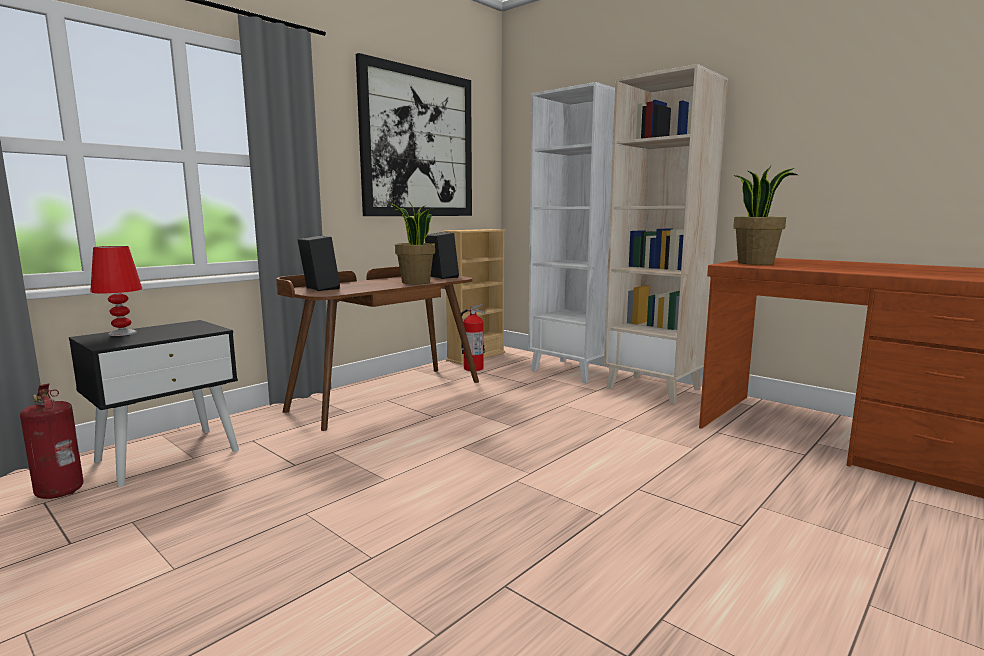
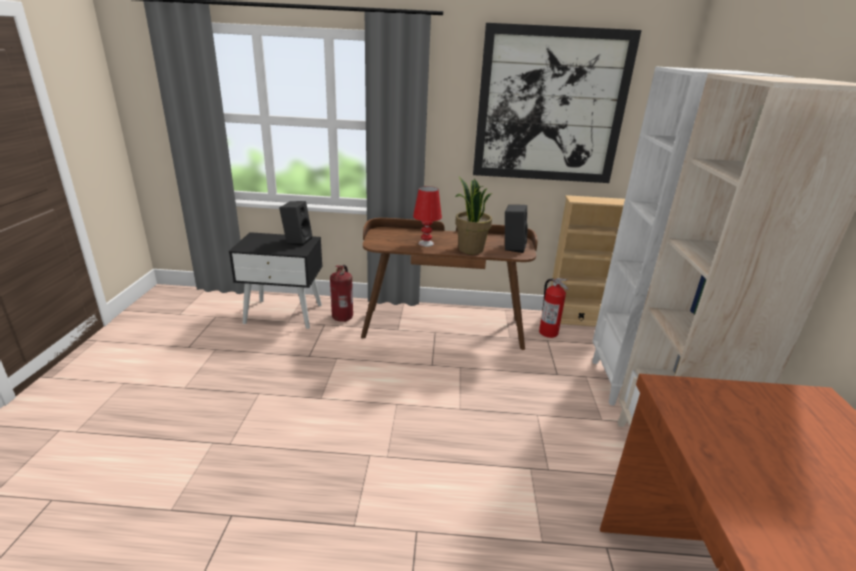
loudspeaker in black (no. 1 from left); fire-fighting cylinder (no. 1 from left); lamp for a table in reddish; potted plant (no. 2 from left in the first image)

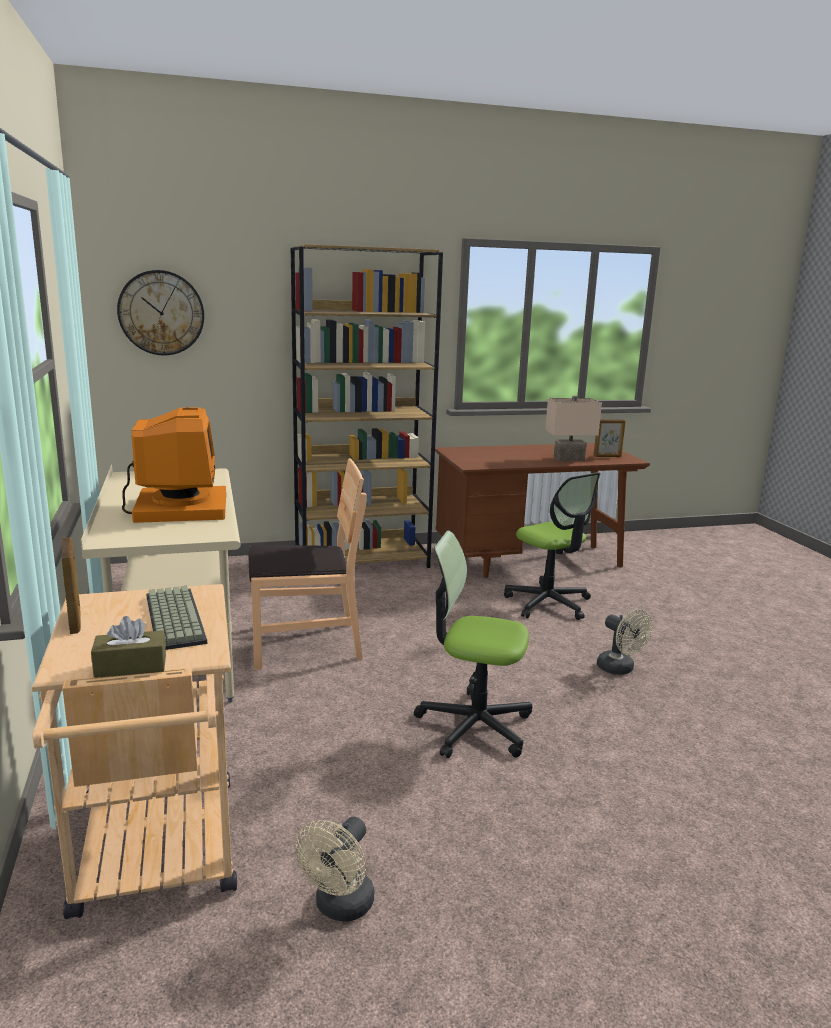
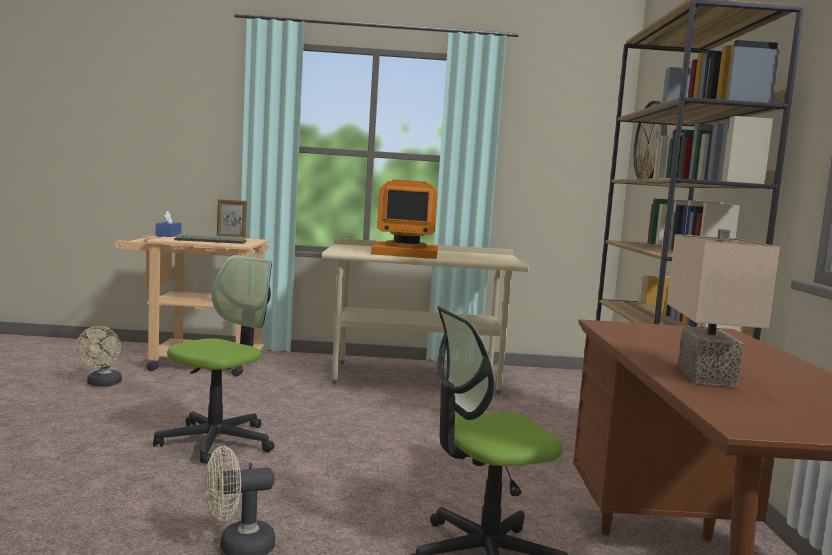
cooling fan in beige (no. 1 from left); tissue holder in bluish; plain chair in brownish; picture frame (no. 2 from left in the first image)

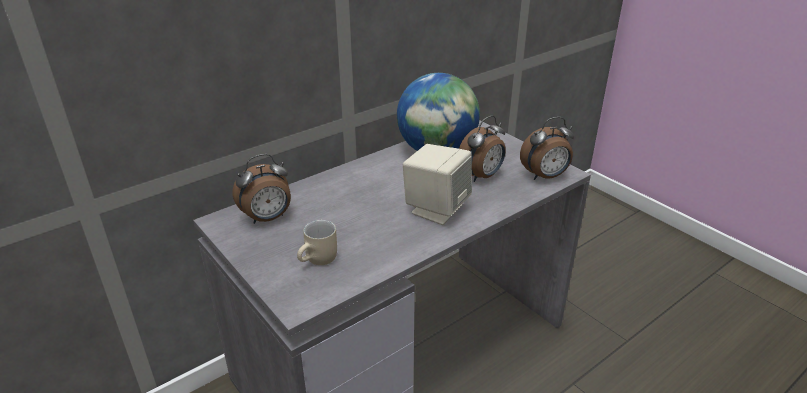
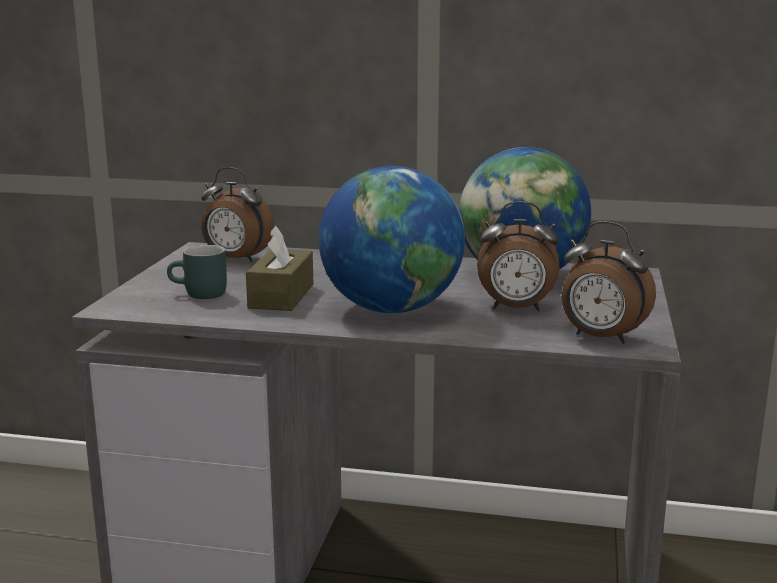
tea mug in turquoise-coloured; tissue holder in brownish; desk globe (no. 1 from left)

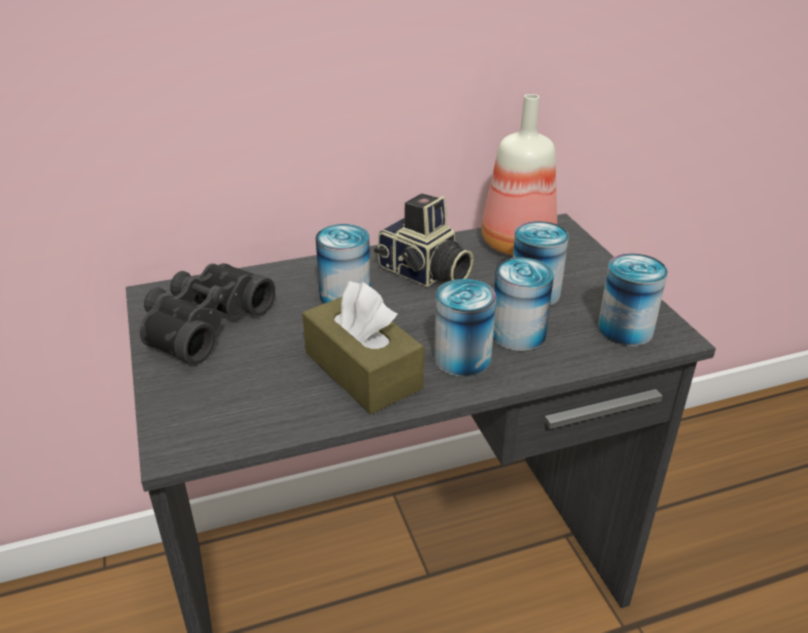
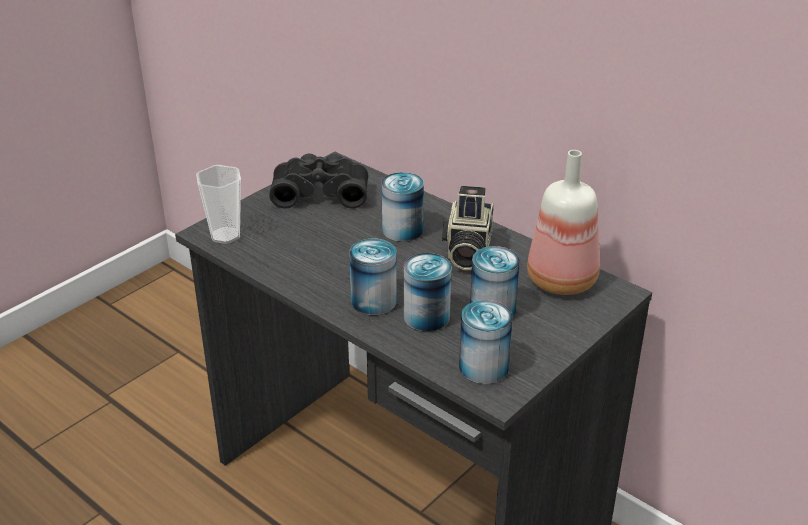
drinking cup; tissue holder in brownish

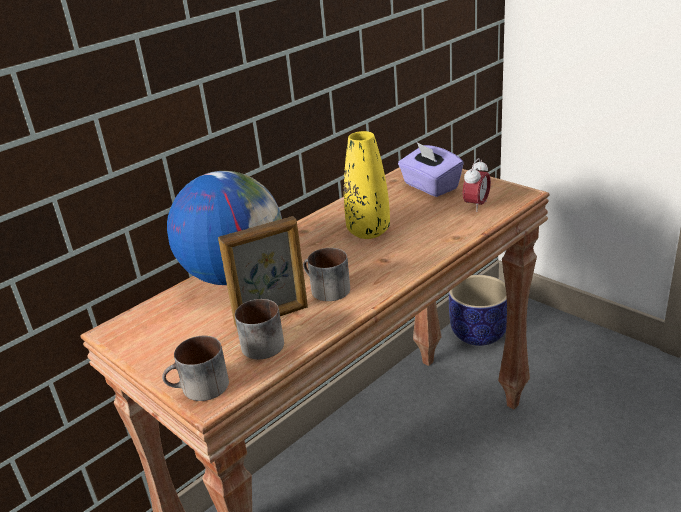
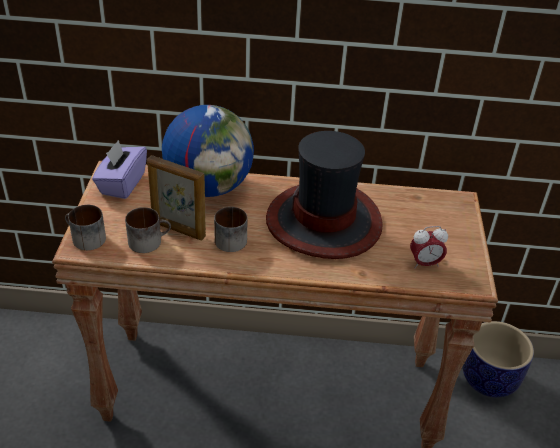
tissue holder in purple; hat

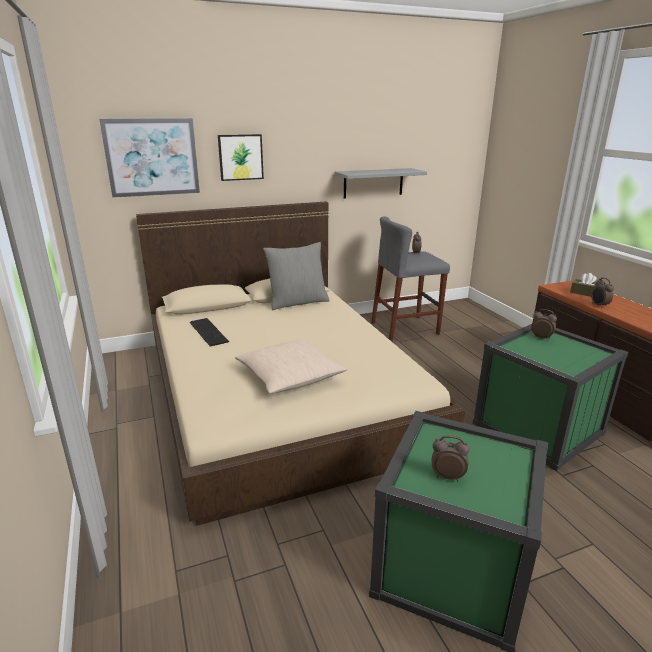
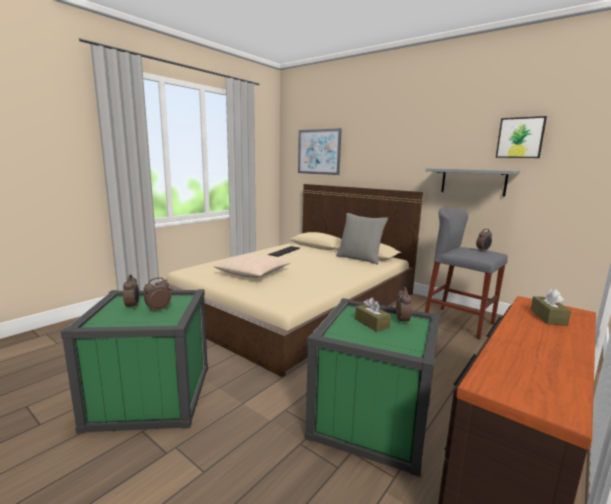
bedside clock (no. 2 from left); tissue holder in brownish (no. 1 from left); picture (no. 2 from left)

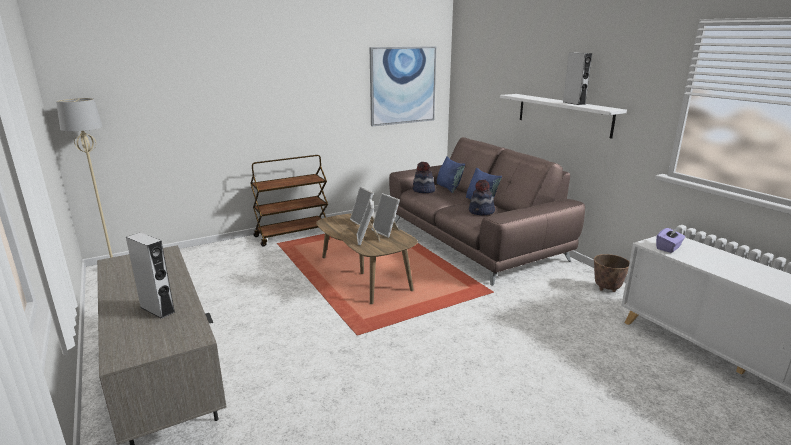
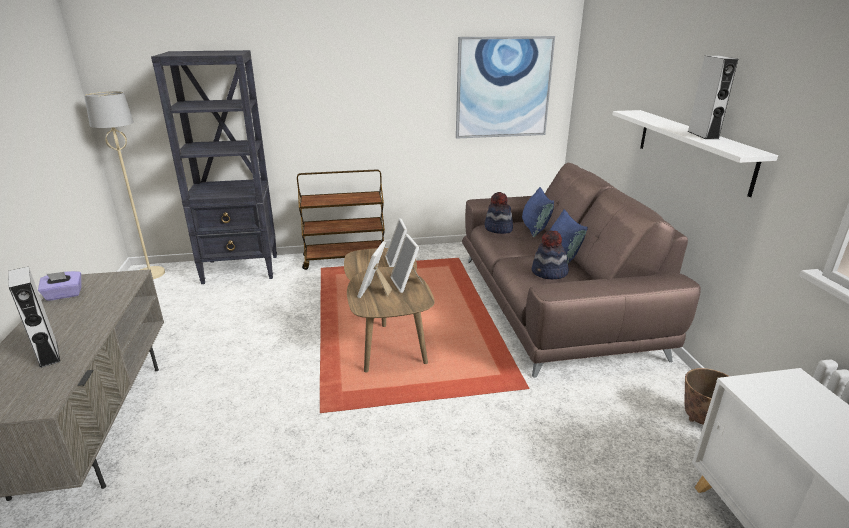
tissue holder in purple; shelving unit in black

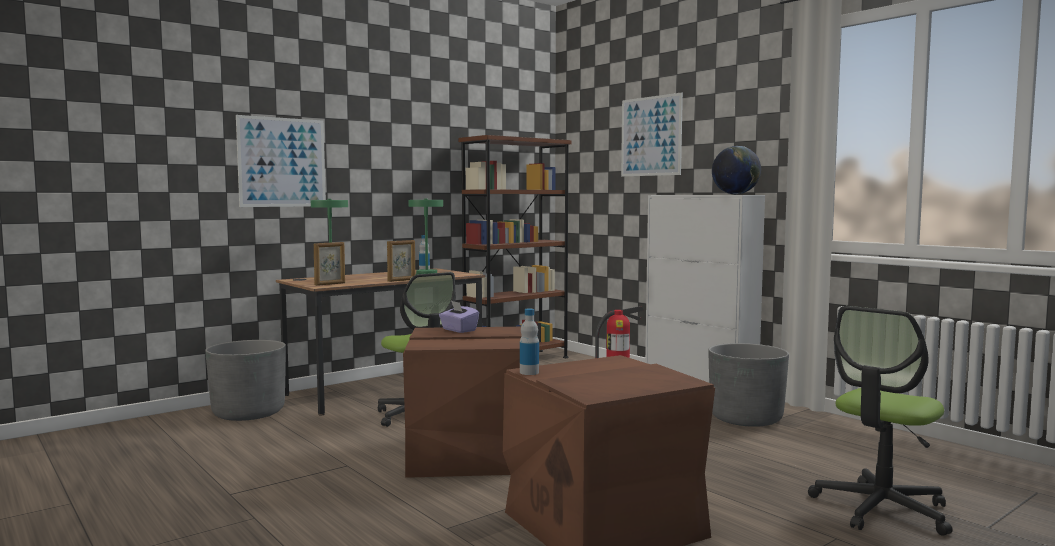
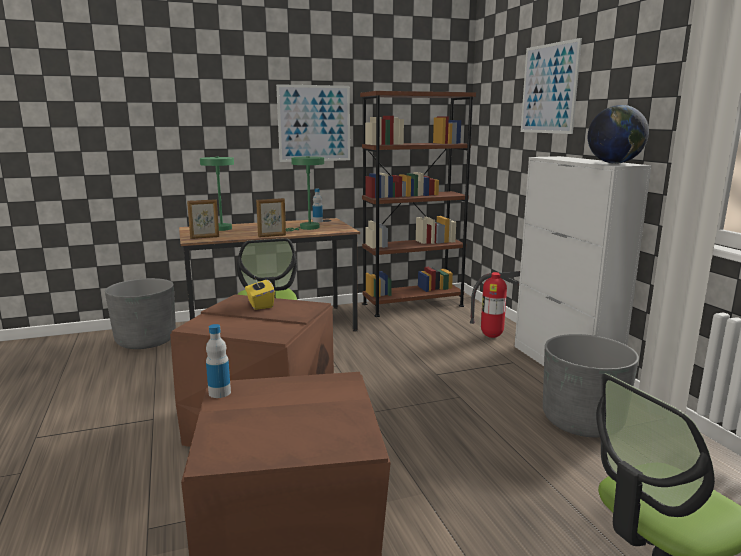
tissue holder in yellowish; picture (no. 1 from left)

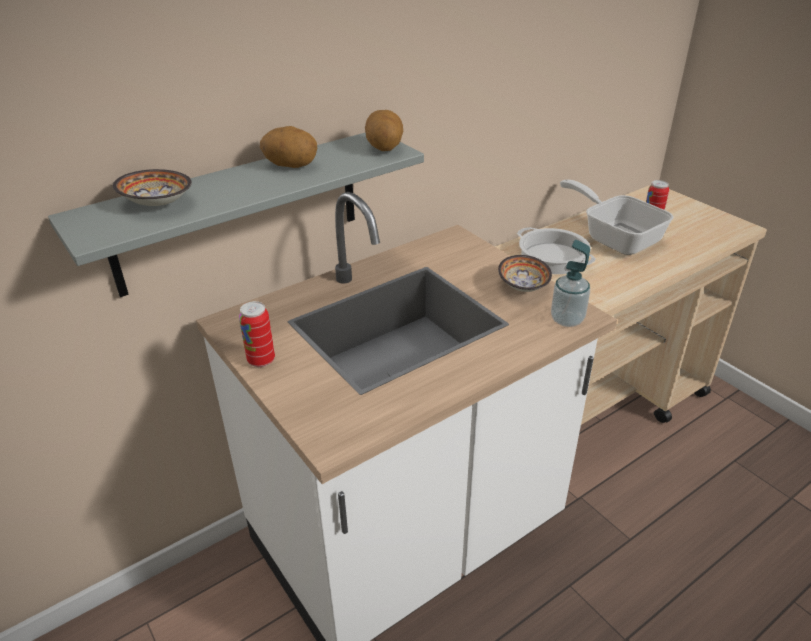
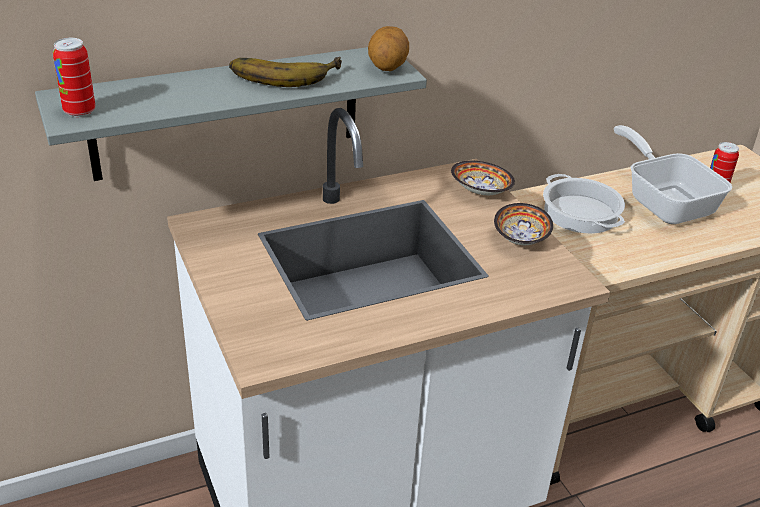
metal can (no. 1 from left); whole banana; bowl (no. 1 from left); soap bottle

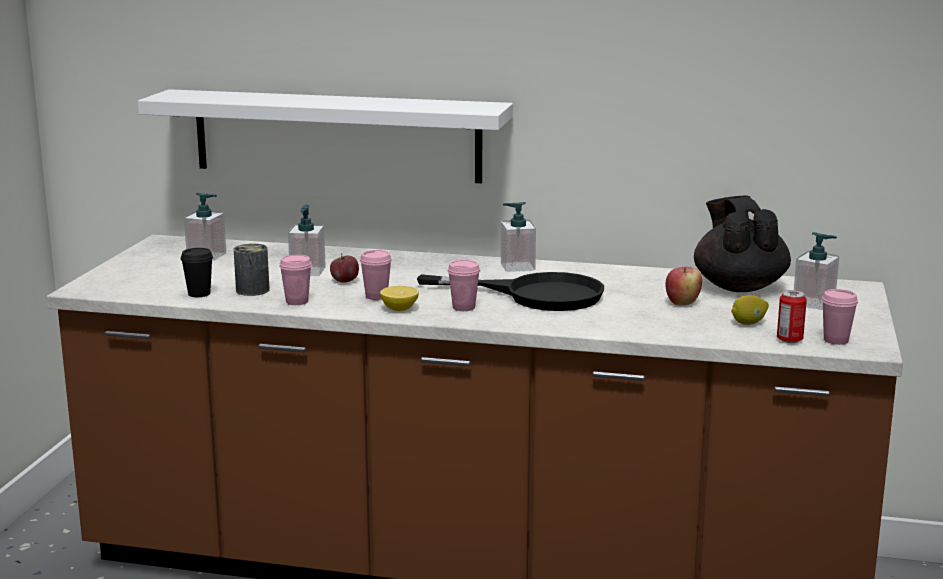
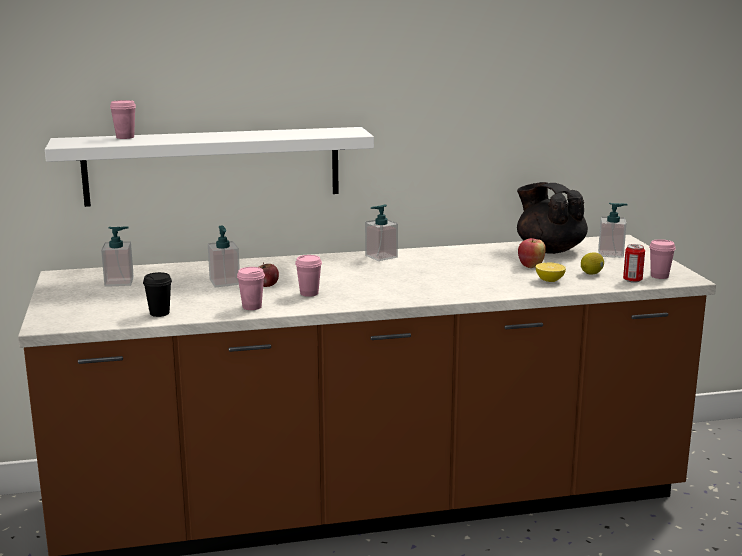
drinking cup in pink (no. 1 from left); citrus fruit (no. 1 from left); metal can (no. 1 from left in the first image); pan in black

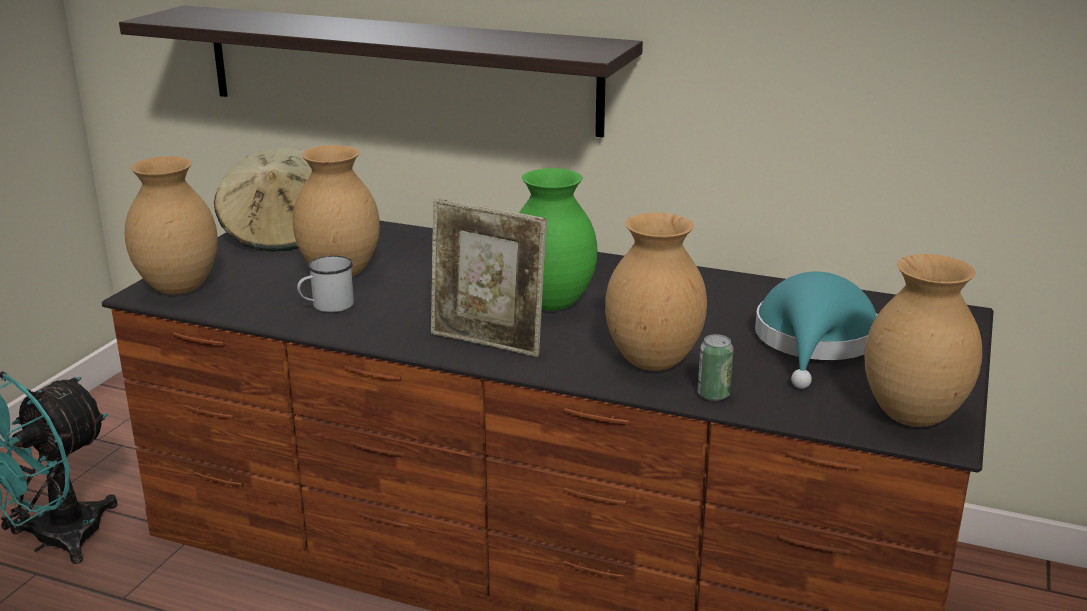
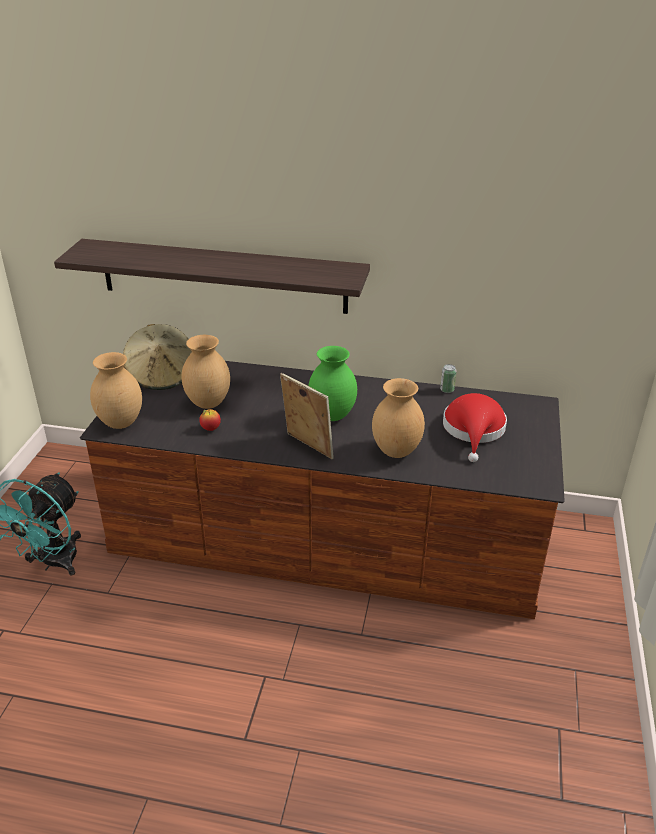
apple fruit; picture frame; metal can; hat in reddish; decorative vase in brownish (no. 4 from left in the first image)

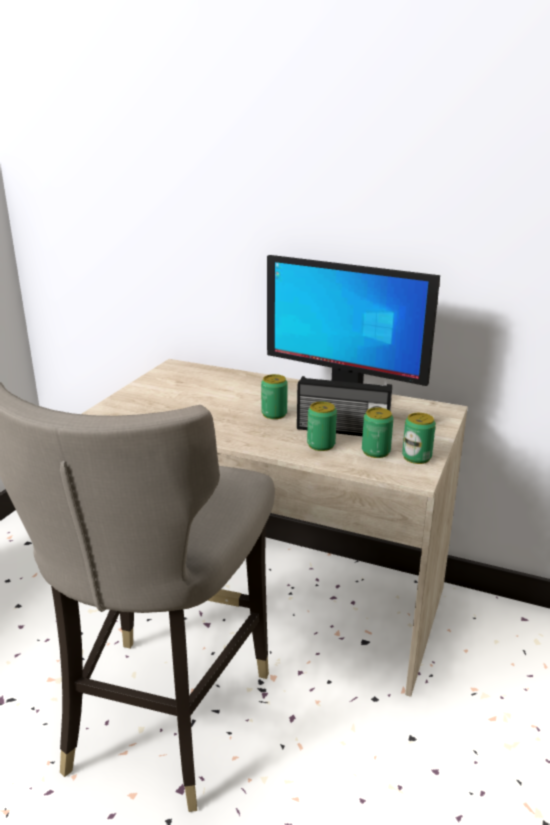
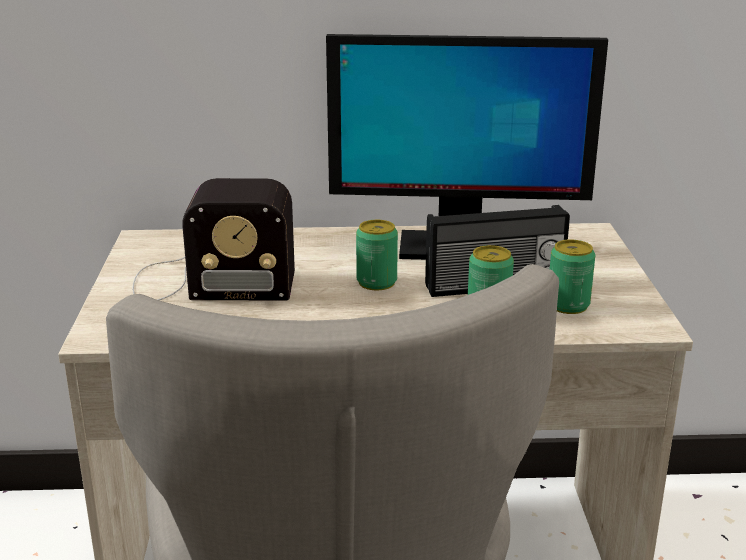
radio receiver (no. 1 from left); metal can (no. 4 from left in the first image)

